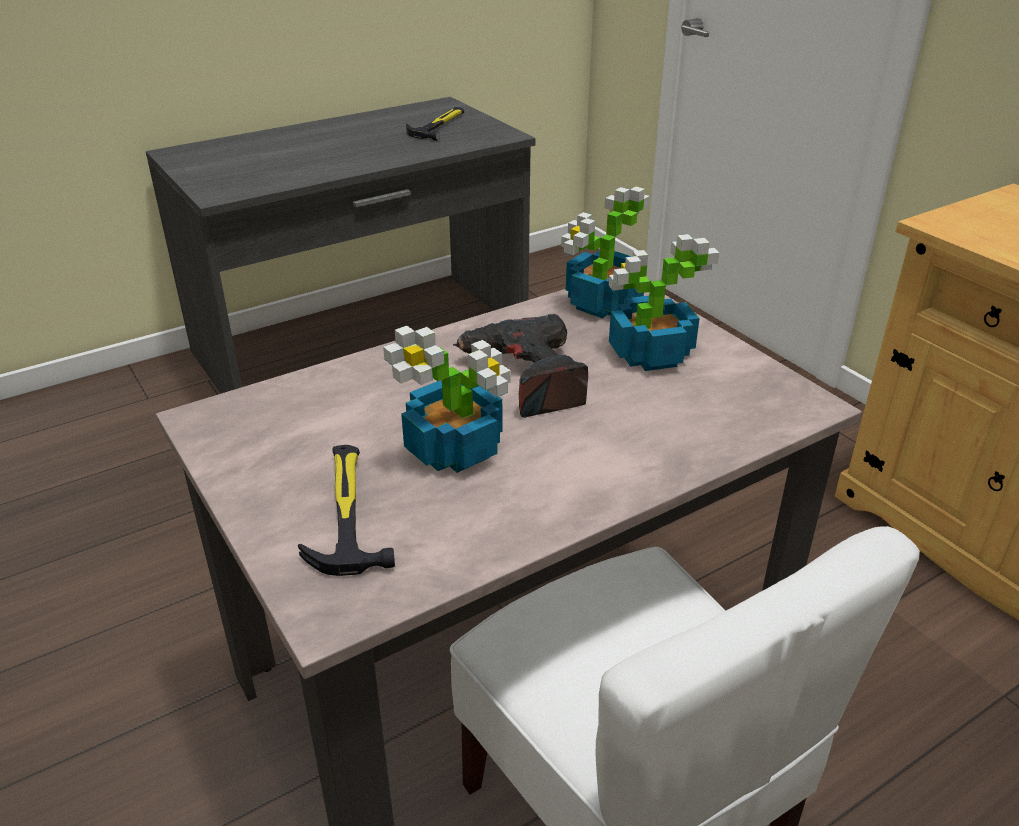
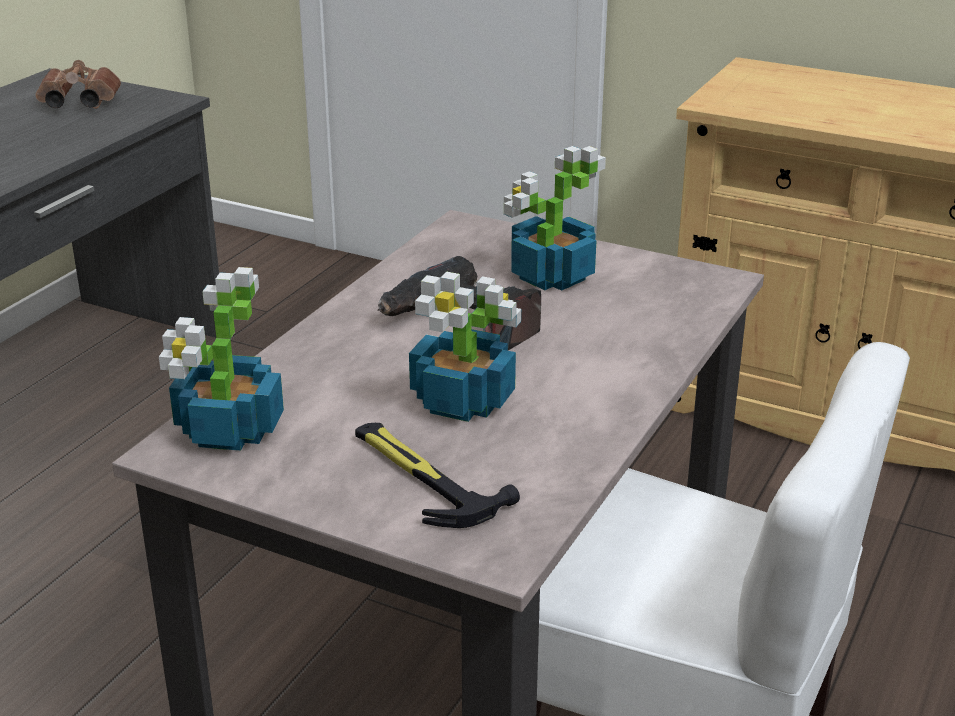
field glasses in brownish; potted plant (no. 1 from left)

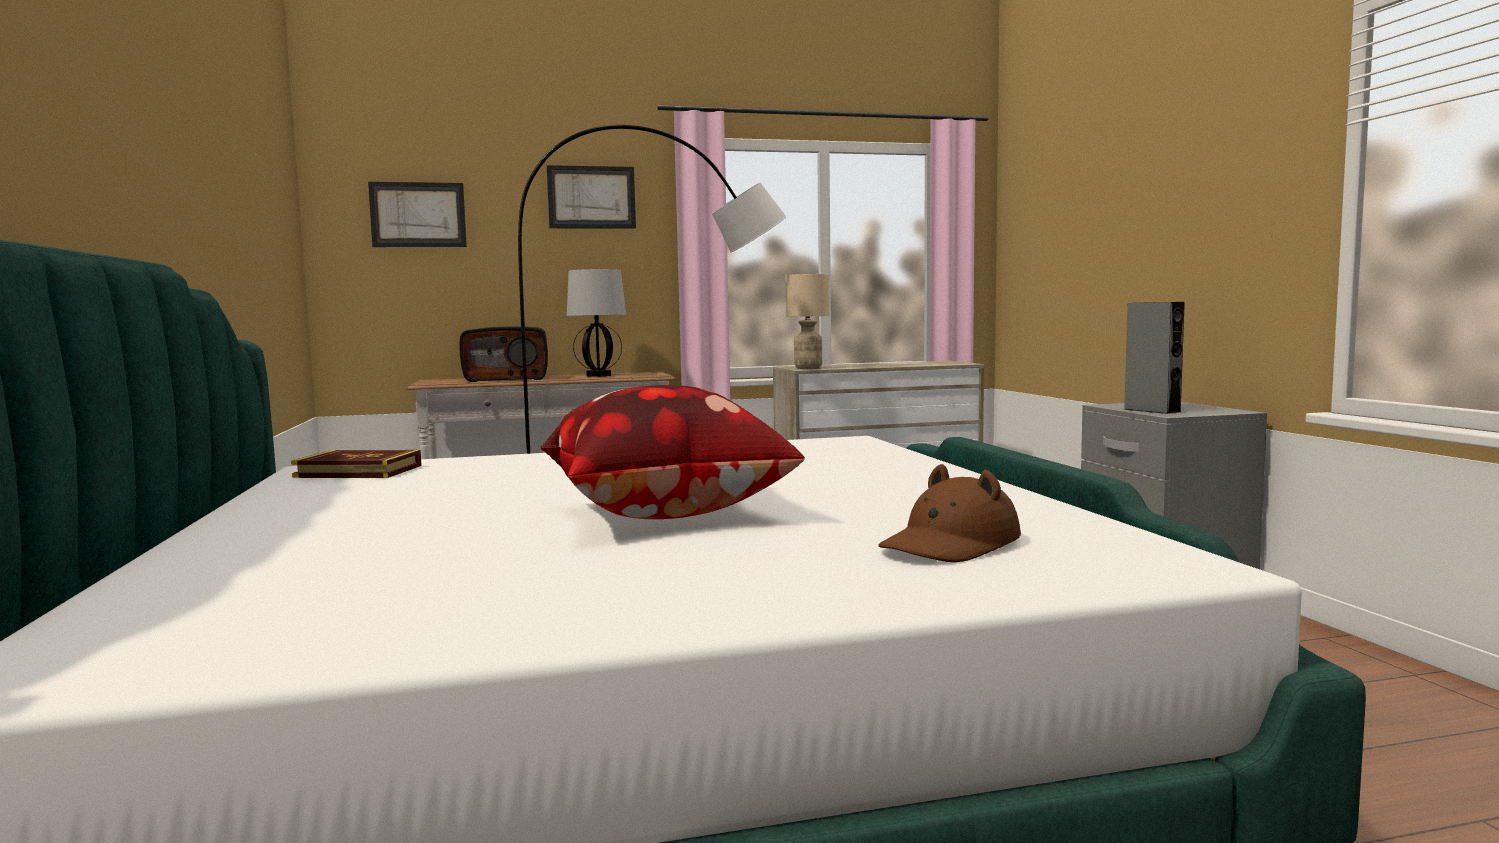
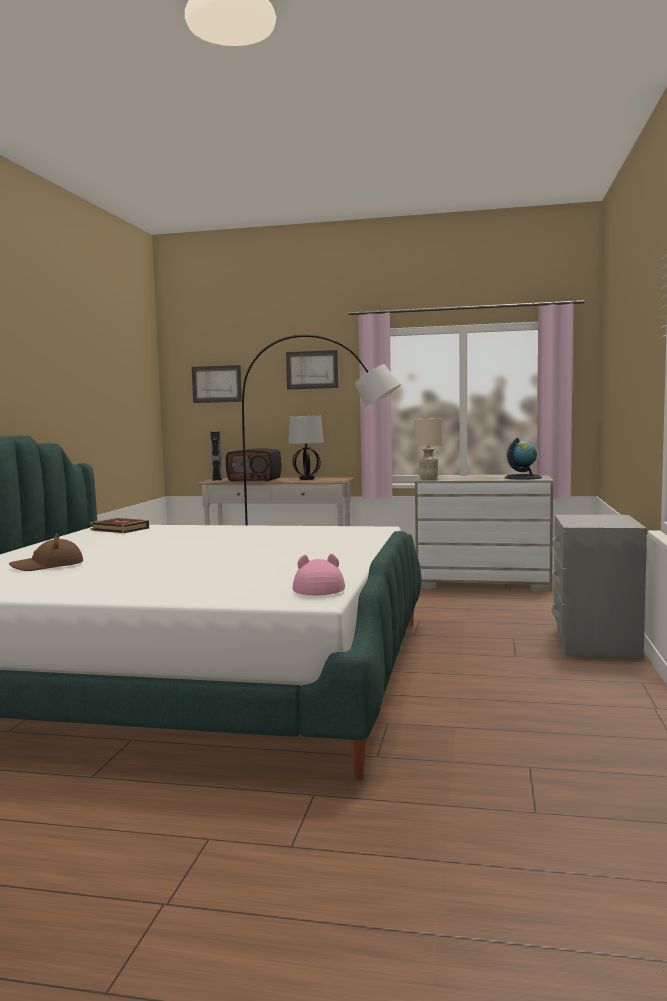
hat in brownish; loudspeaker in gray; hat in pink; desk globe; pillow

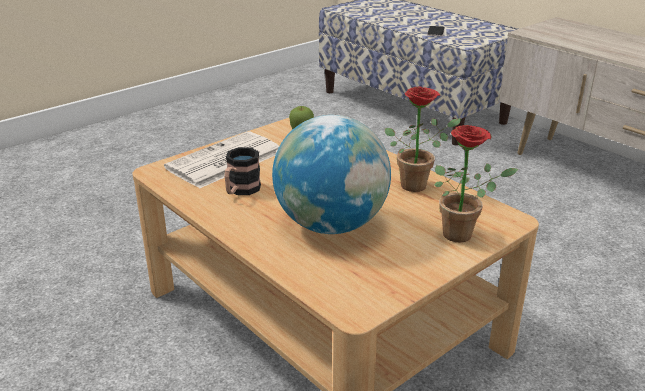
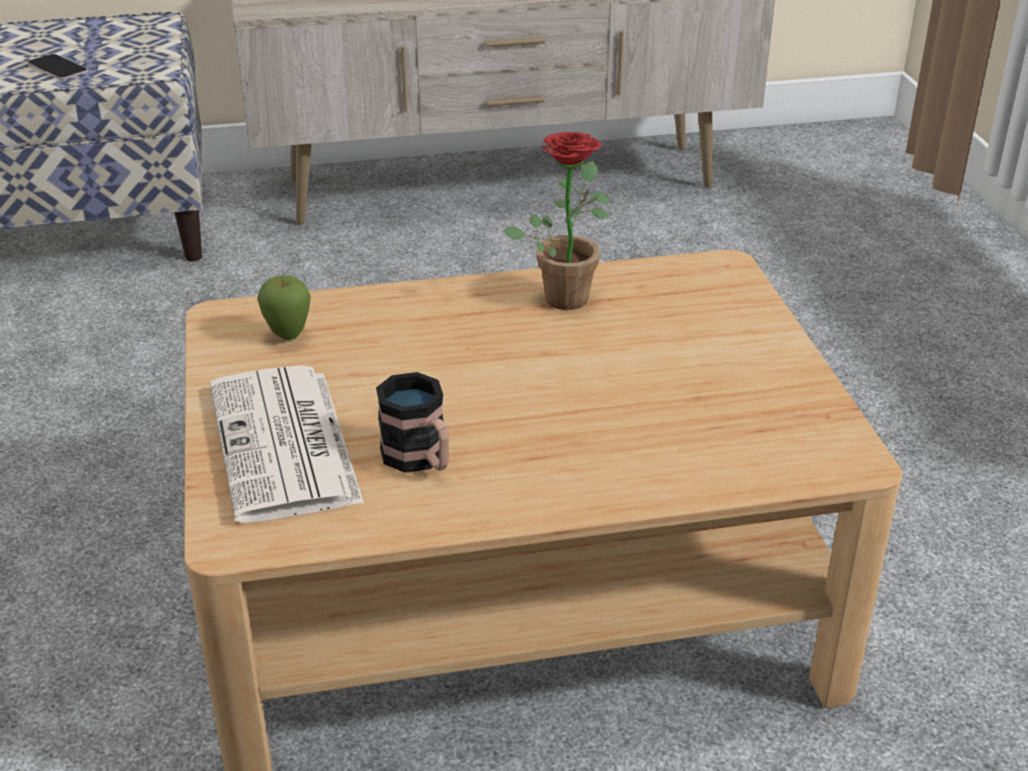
desk globe; potted plant (no. 2 from left in the first image)

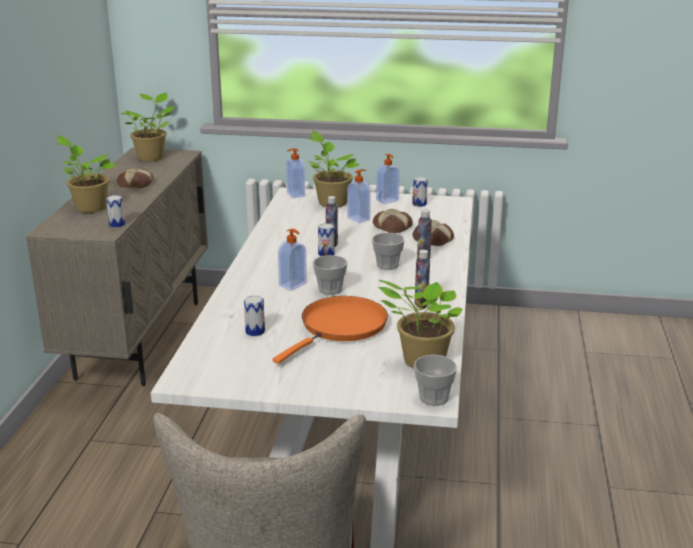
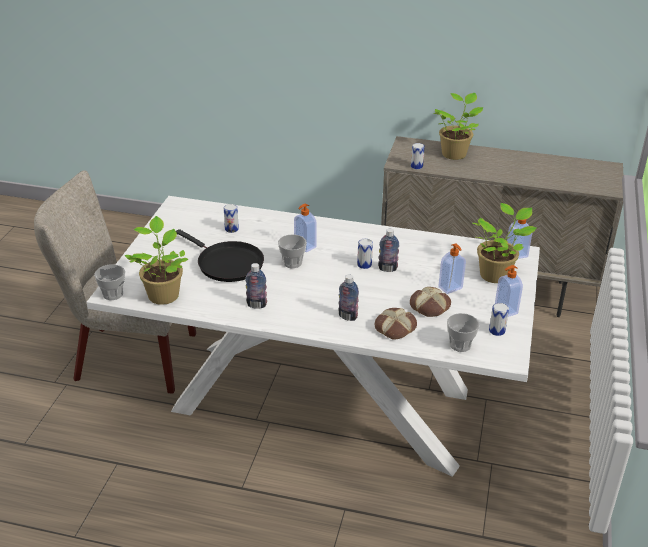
pan in black; drinking cup (no. 3 from left); bakery bread (no. 1 from left in the first image); potted plant (no. 2 from left in the first image)

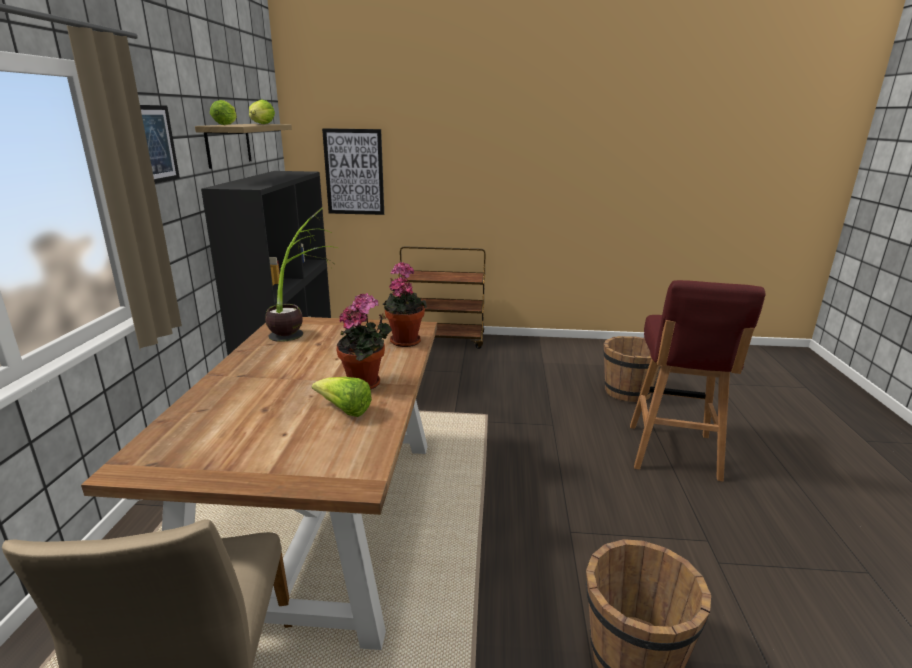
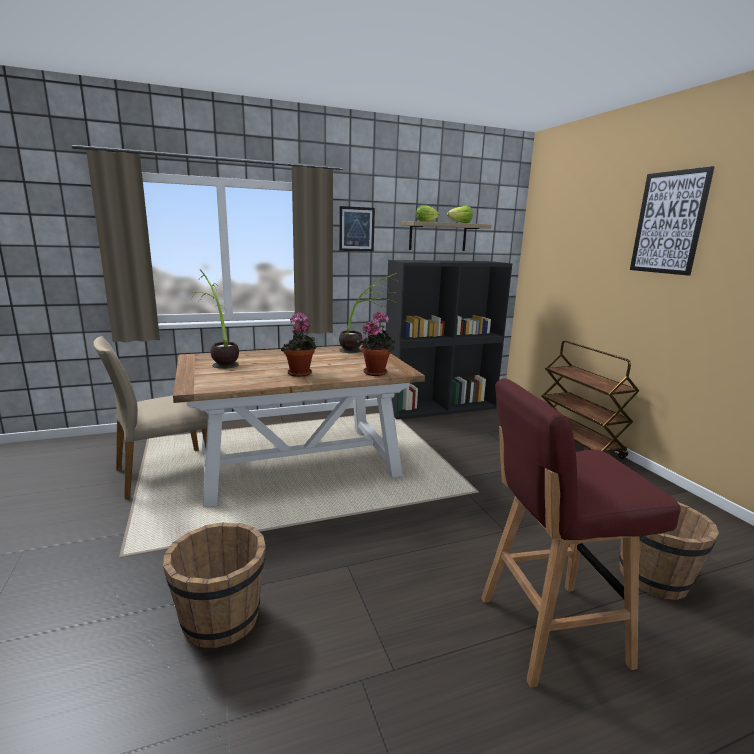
potted plant (no. 1 from left); picture (no. 2 from left); lettuce (no. 3 from left in the first image)

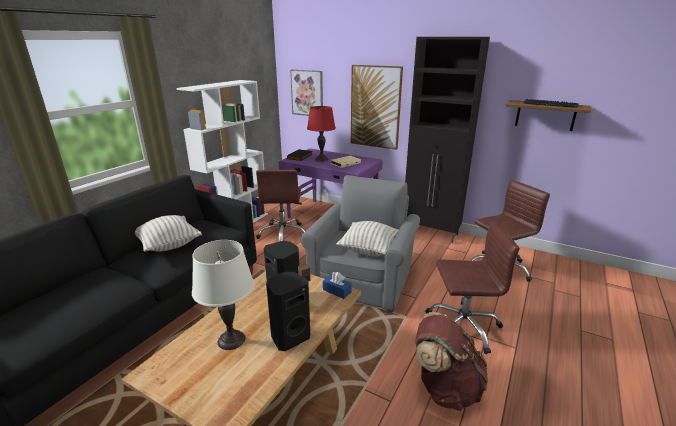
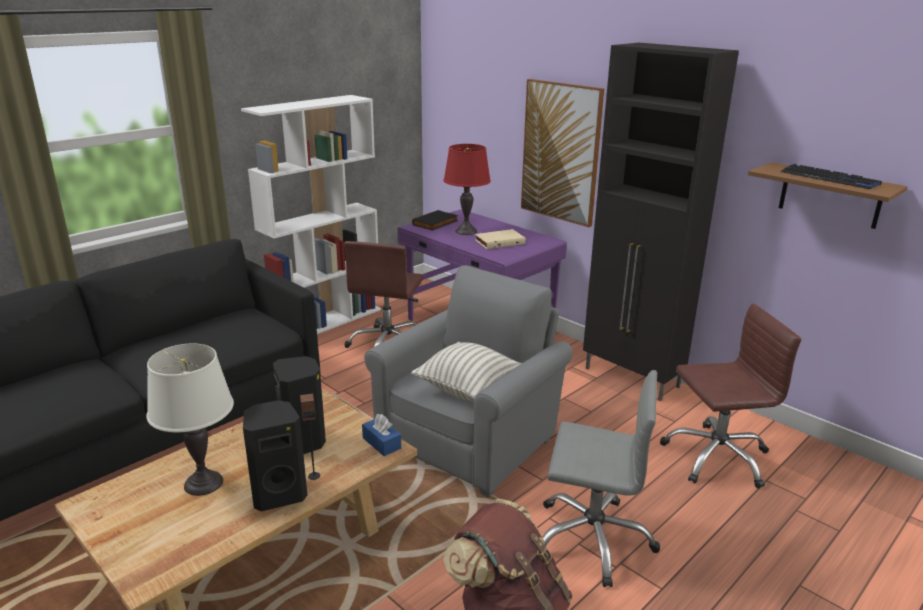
desk chair in gray; pillow (no. 1 from left in the first image); picture (no. 1 from left in the first image)

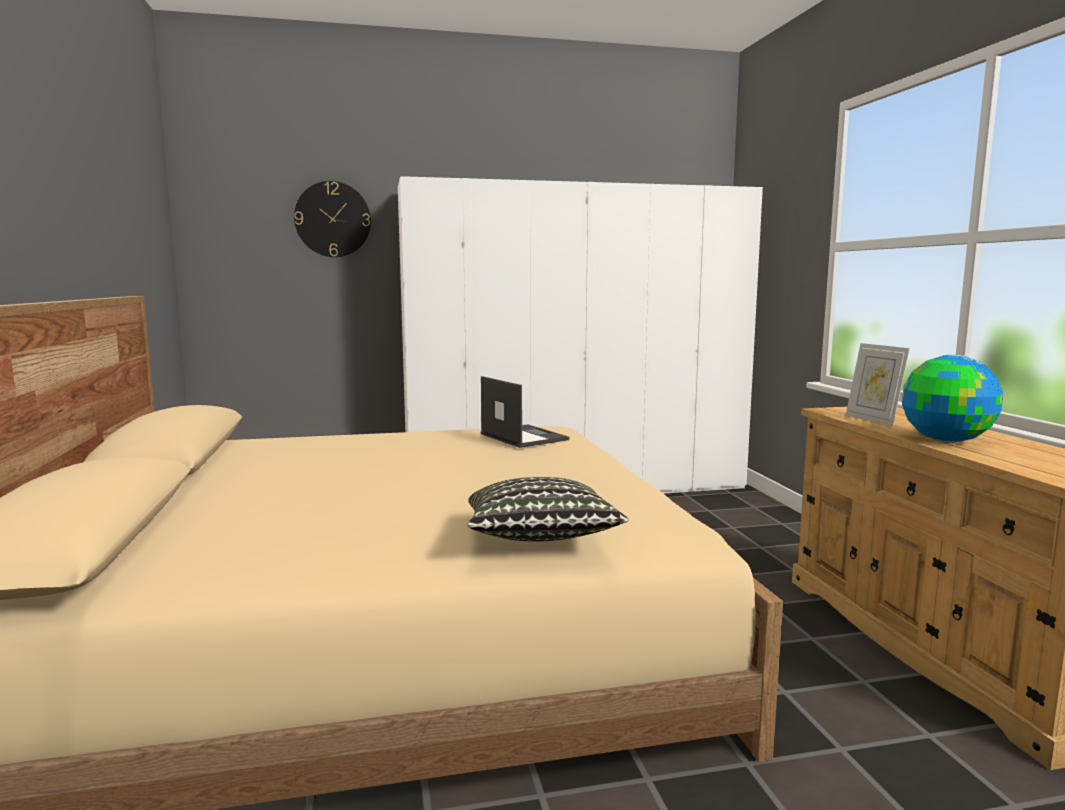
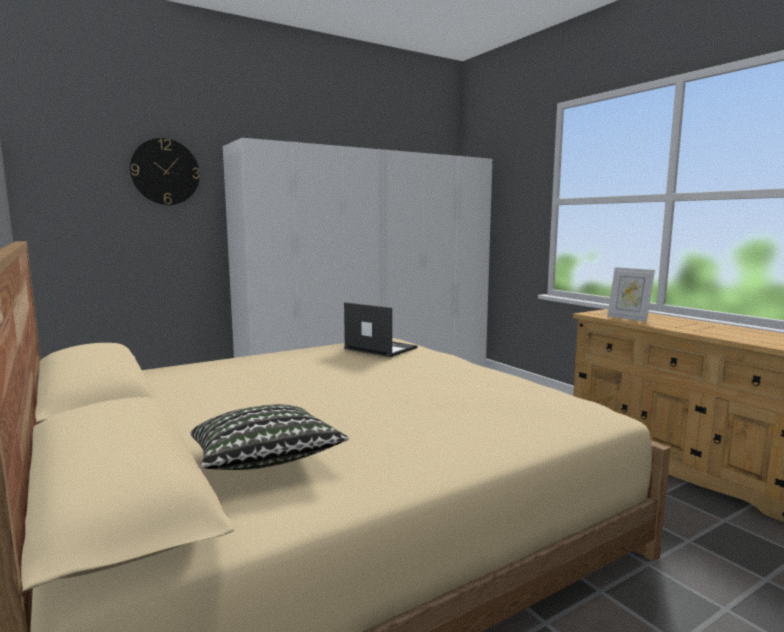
pillow; desk globe

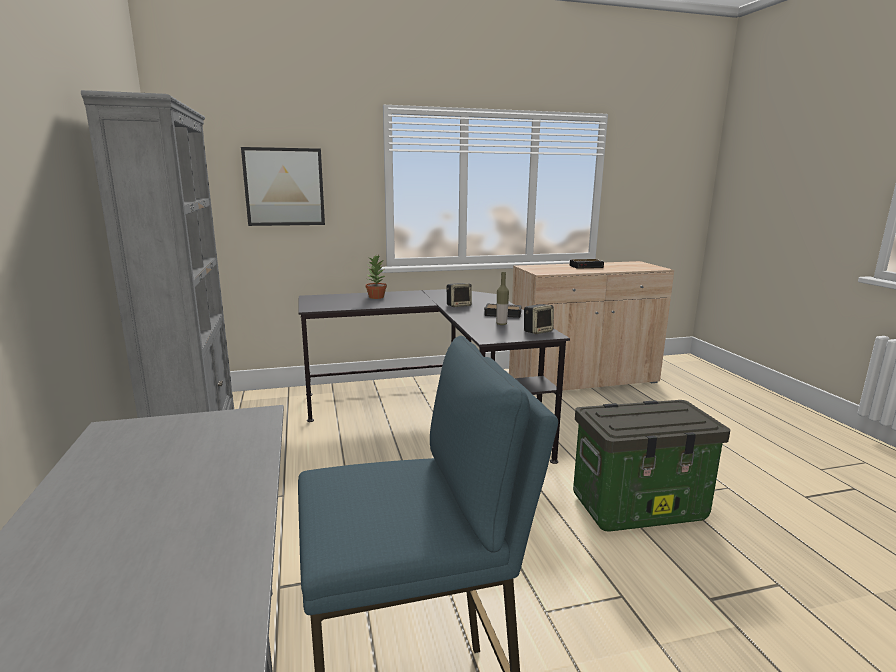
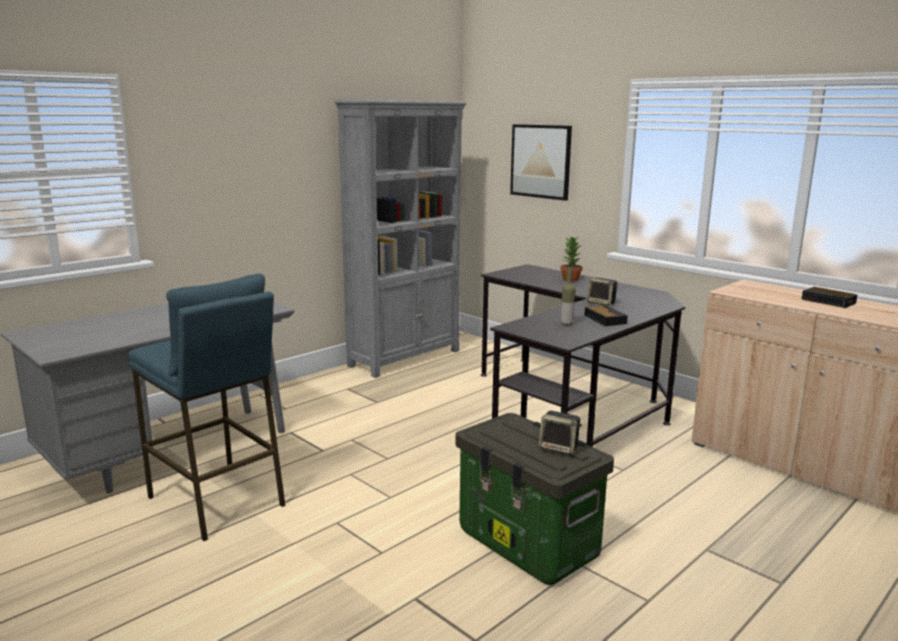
loudspeaker (no. 1 from left)

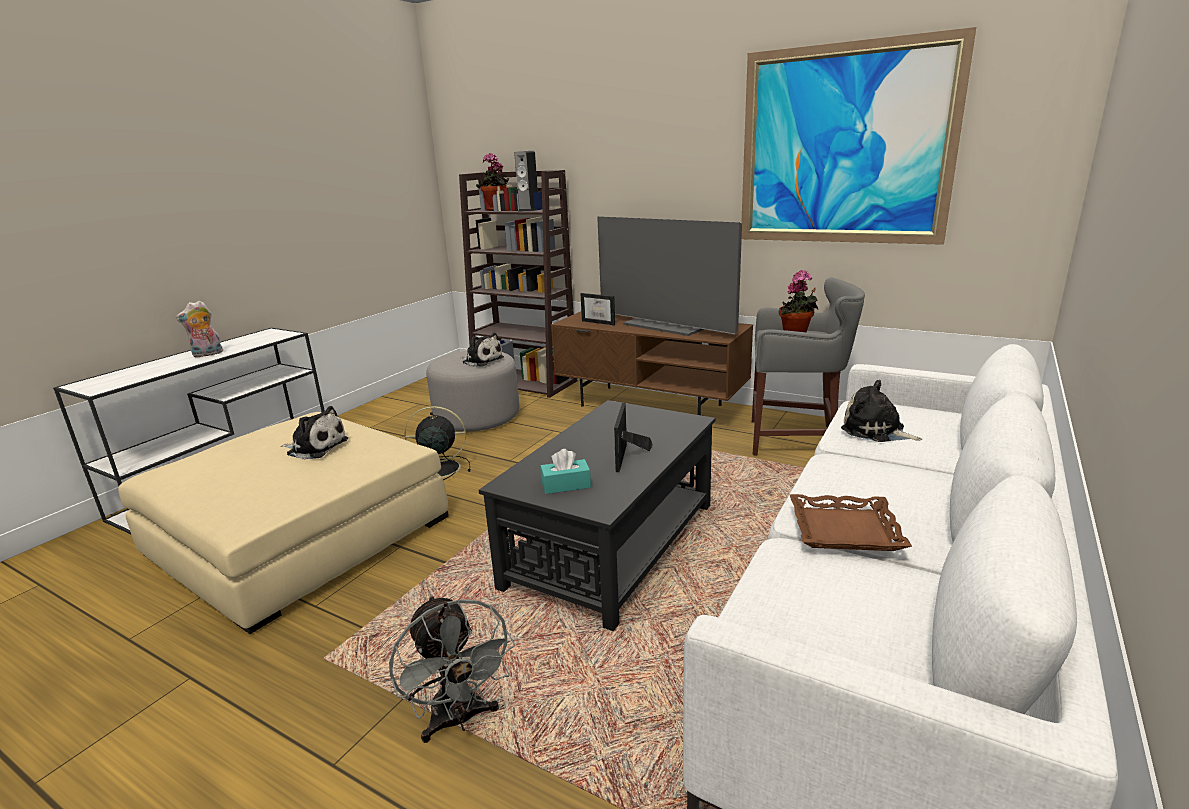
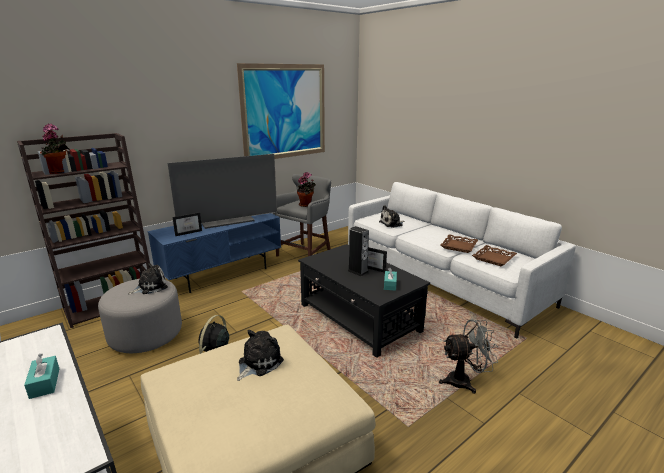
tissue holder in turquoise-coloured (no. 1 from left); tv unit in bluish; loudspeaker; carrying tray in brownish (no. 2 from left)

